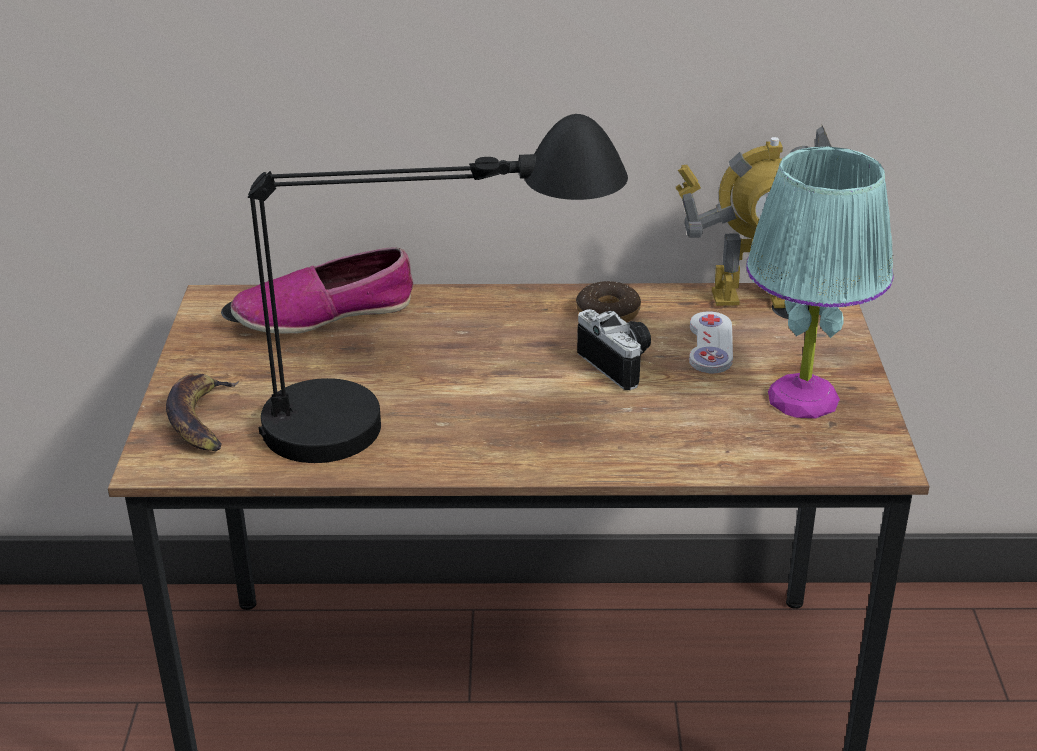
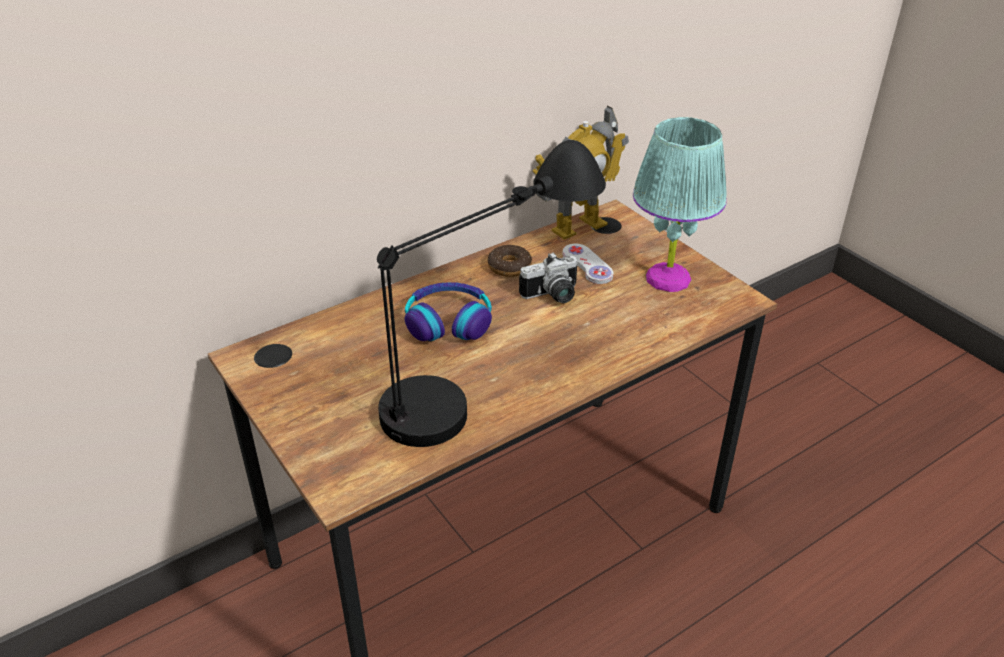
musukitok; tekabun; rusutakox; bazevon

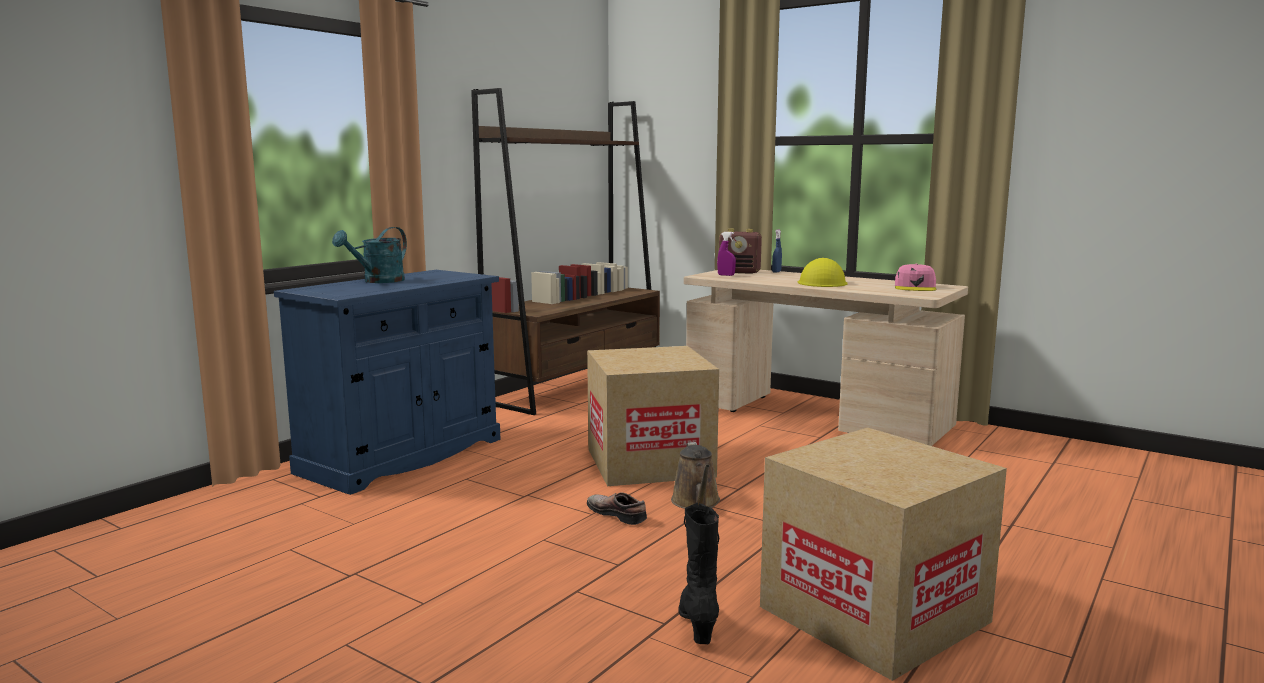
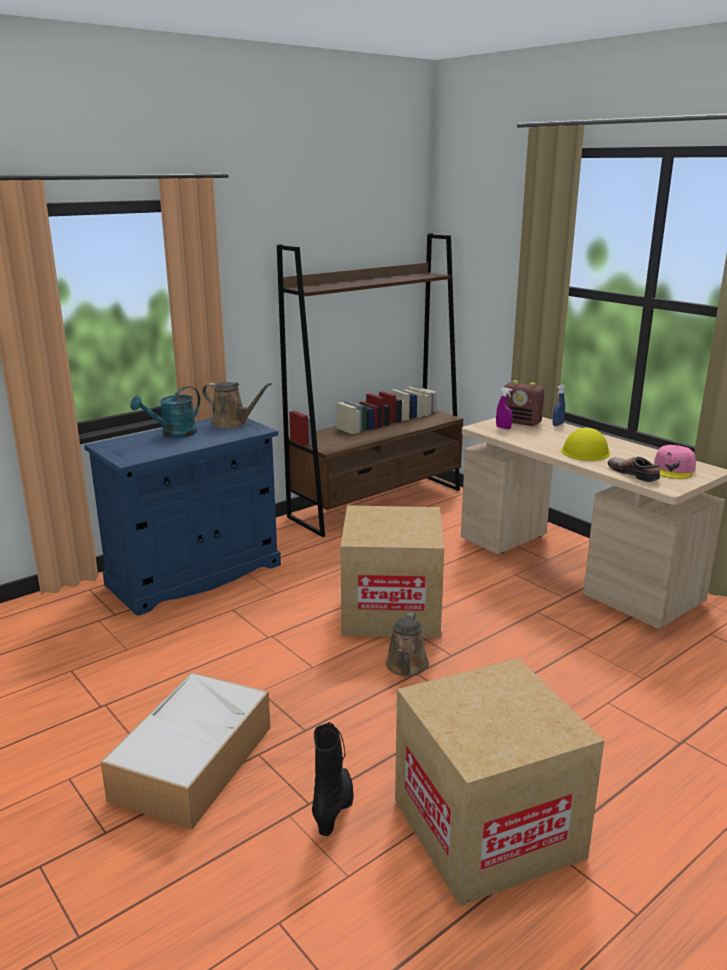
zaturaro; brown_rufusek (no. 1 from left); tekabun

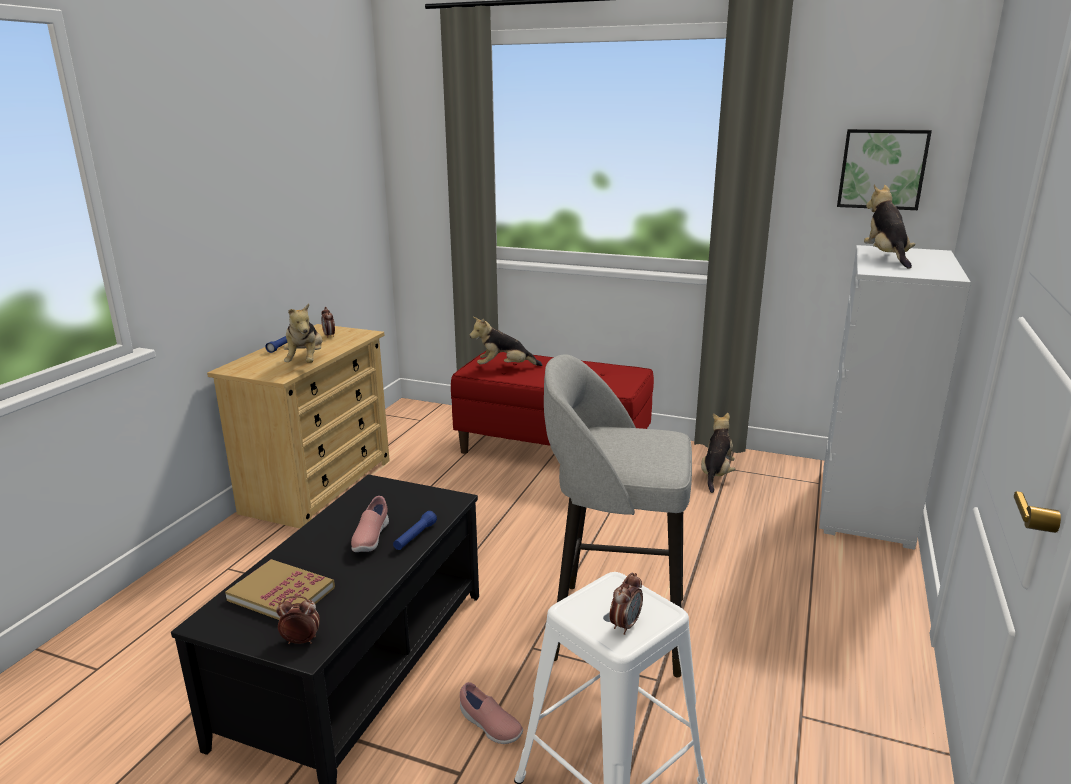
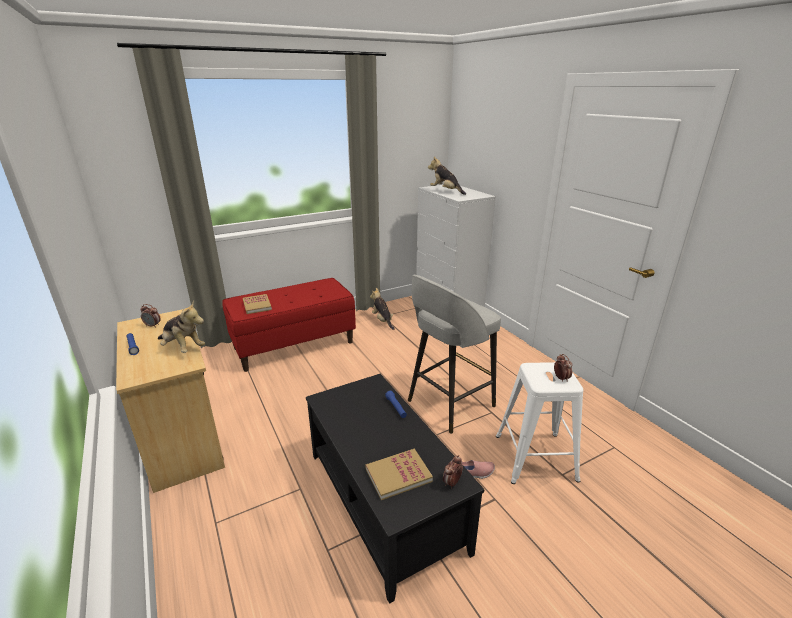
pink_tekabun (no. 1 from left in the first image); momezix; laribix (no. 1 from left)

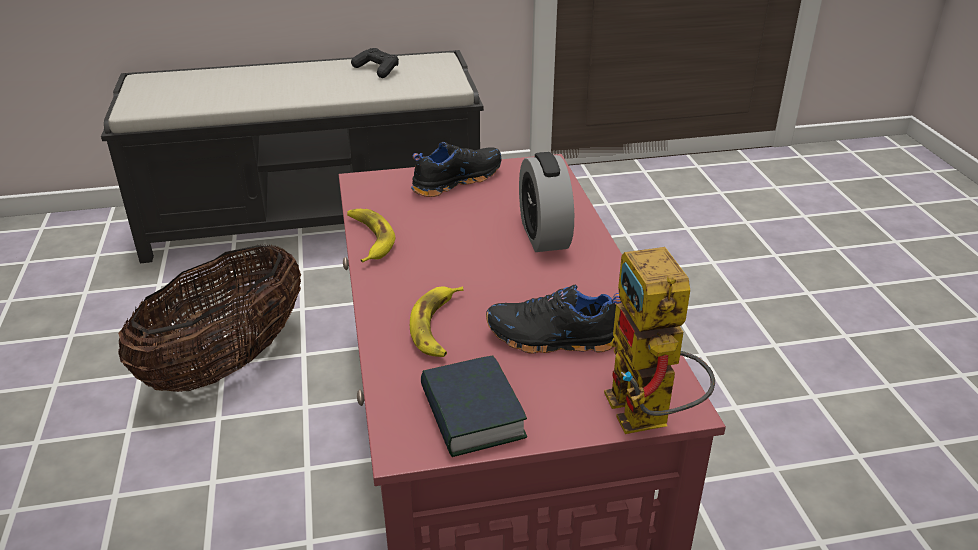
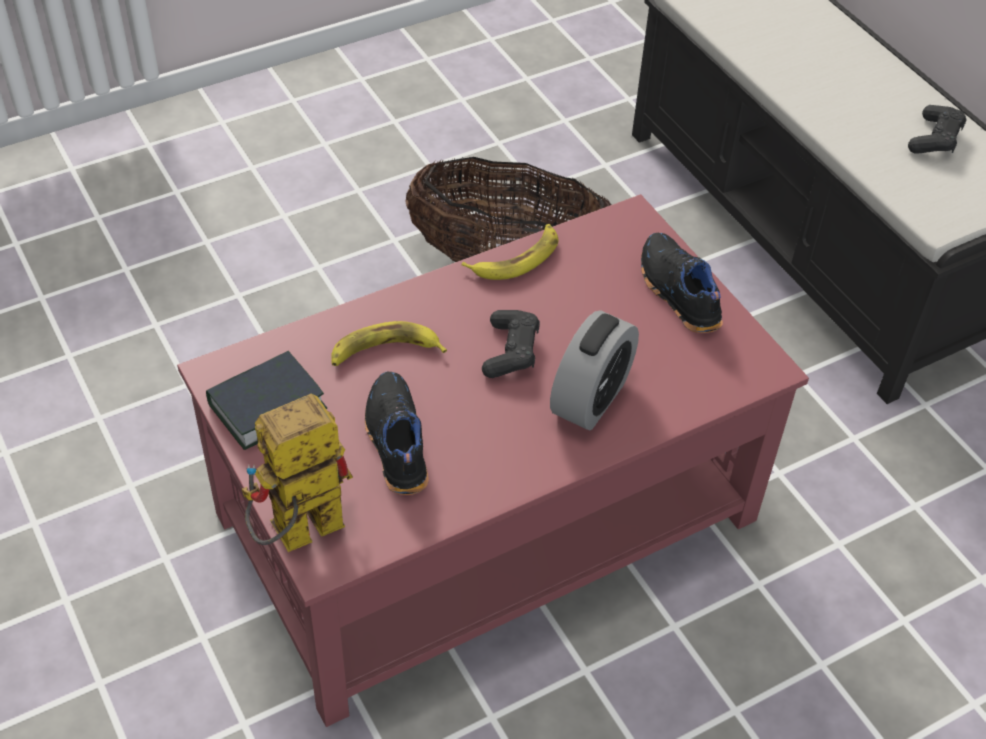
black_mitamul (no. 1 from left); black_tekabun (no. 2 from left); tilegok

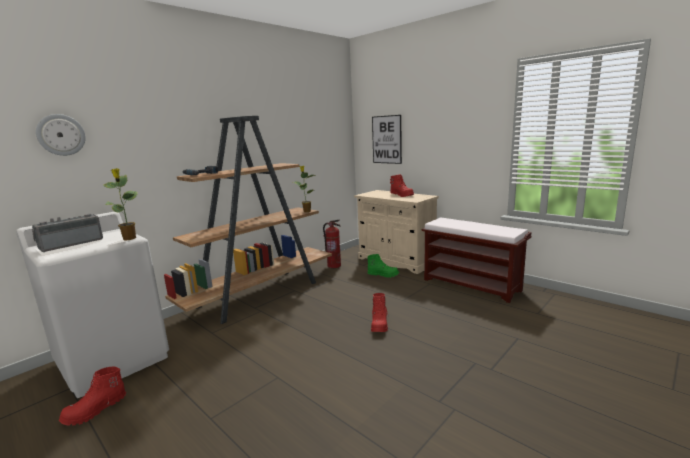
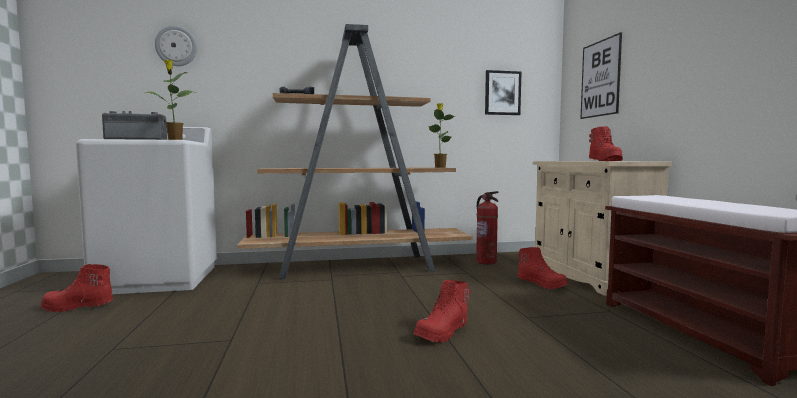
momezix (no. 1 from left); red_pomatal (no. 3 from left)

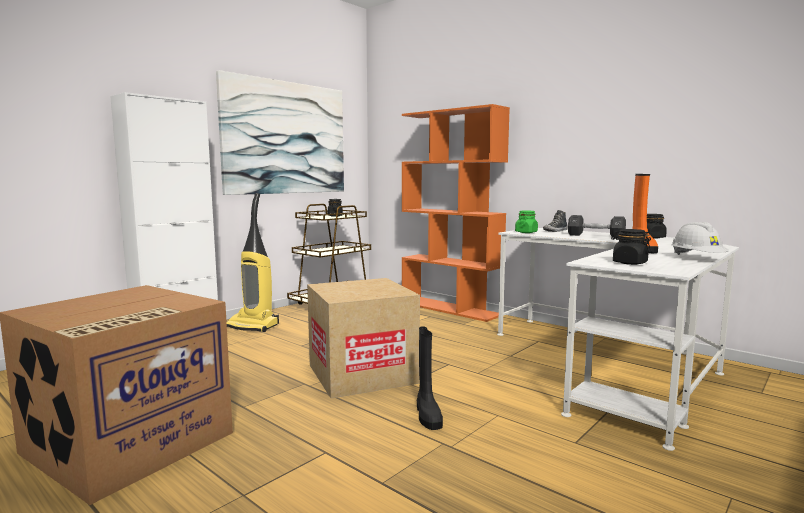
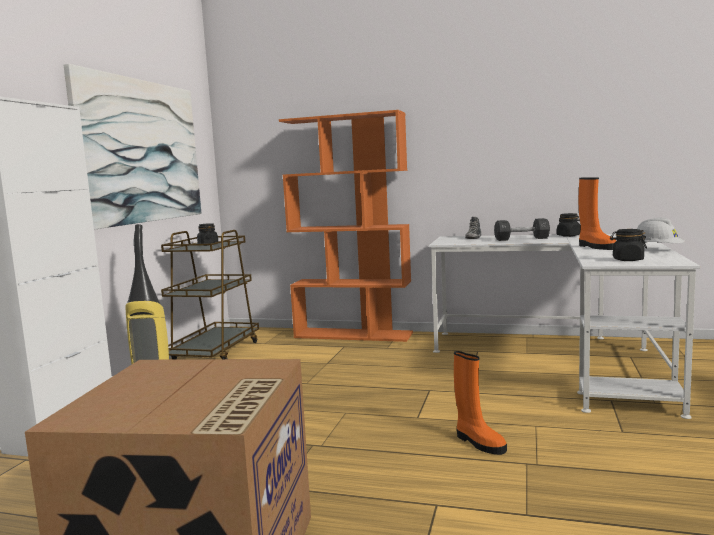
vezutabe (no. 2 from left in the first image); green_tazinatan; orange_pomatal (no. 1 from left)

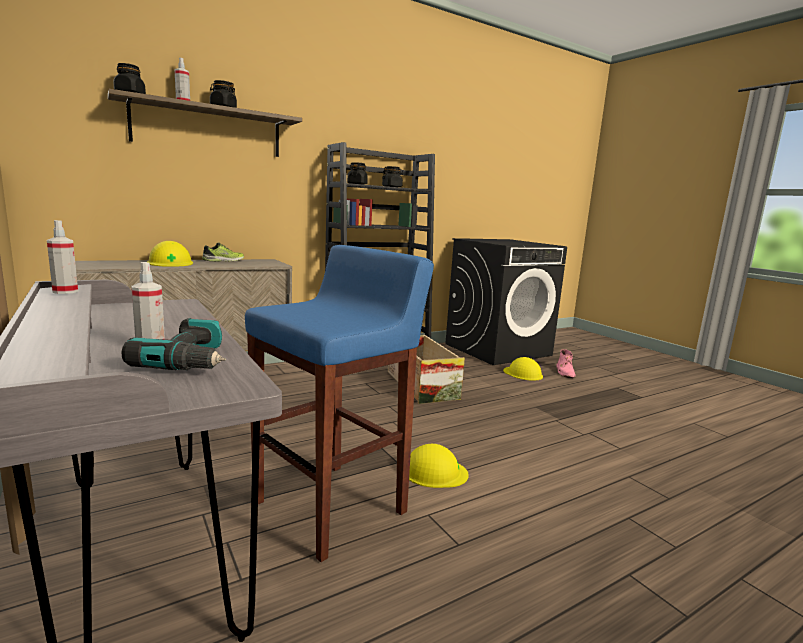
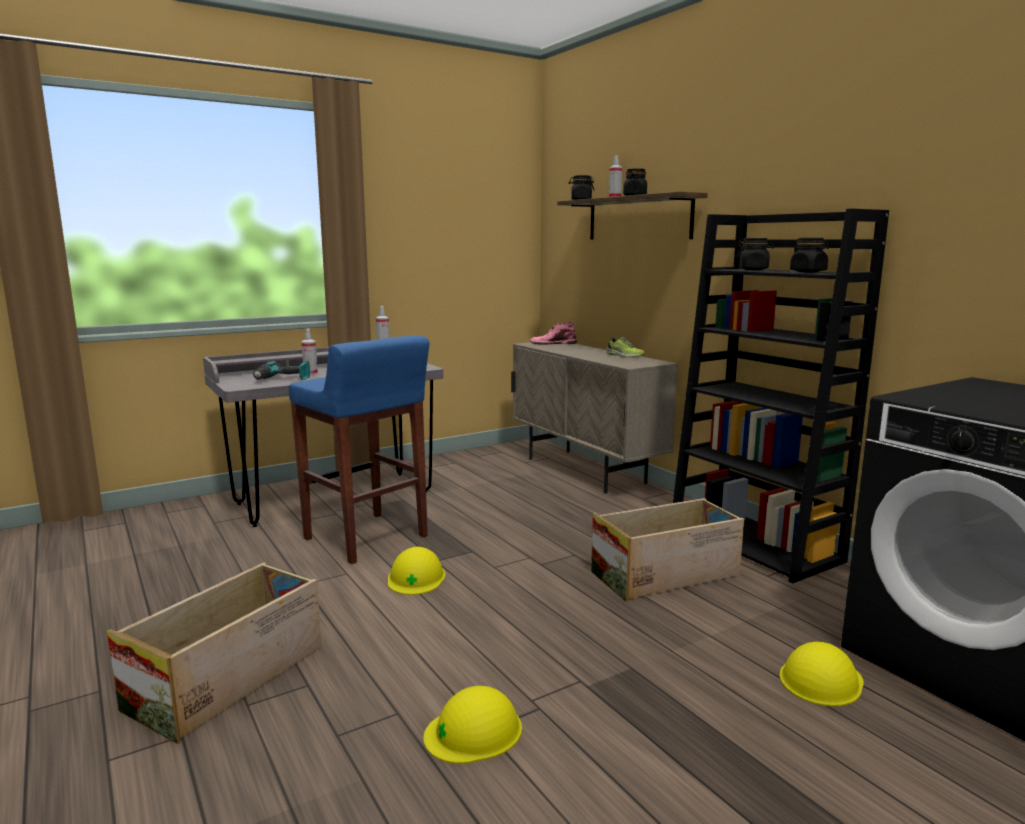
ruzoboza (no. 1 from left); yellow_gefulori (no. 2 from left); pink_pomatal

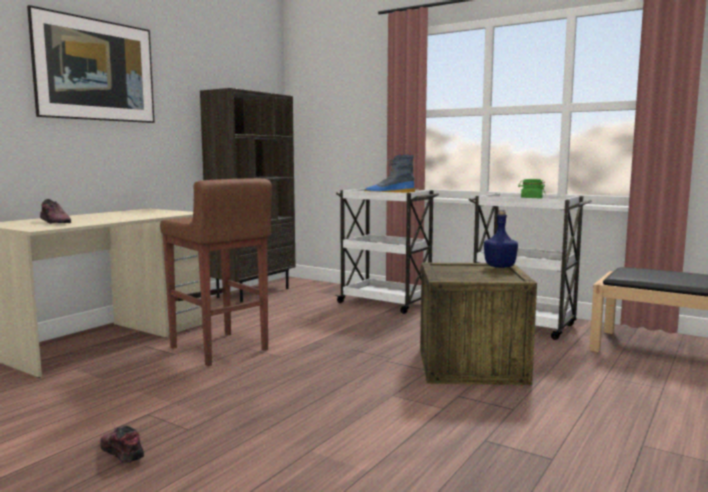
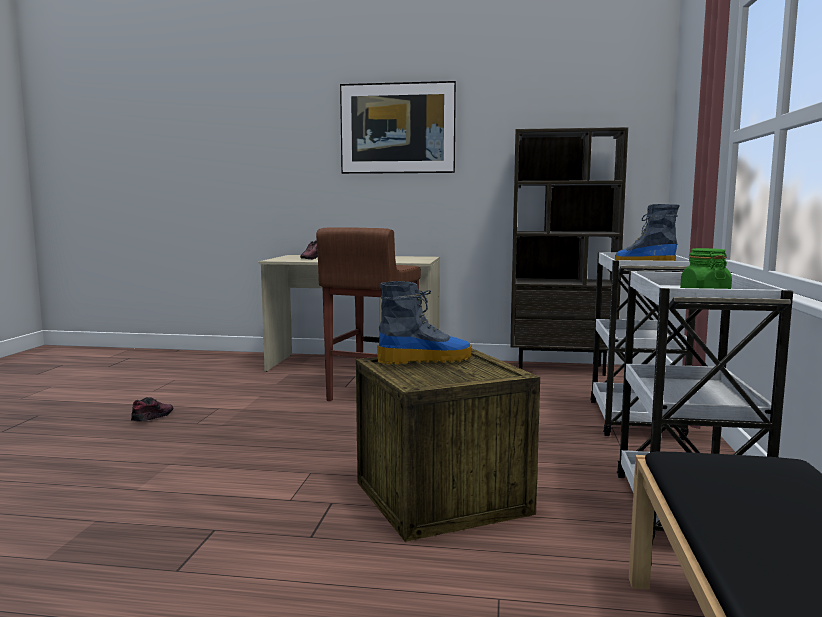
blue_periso; pomatal (no. 1 from left)

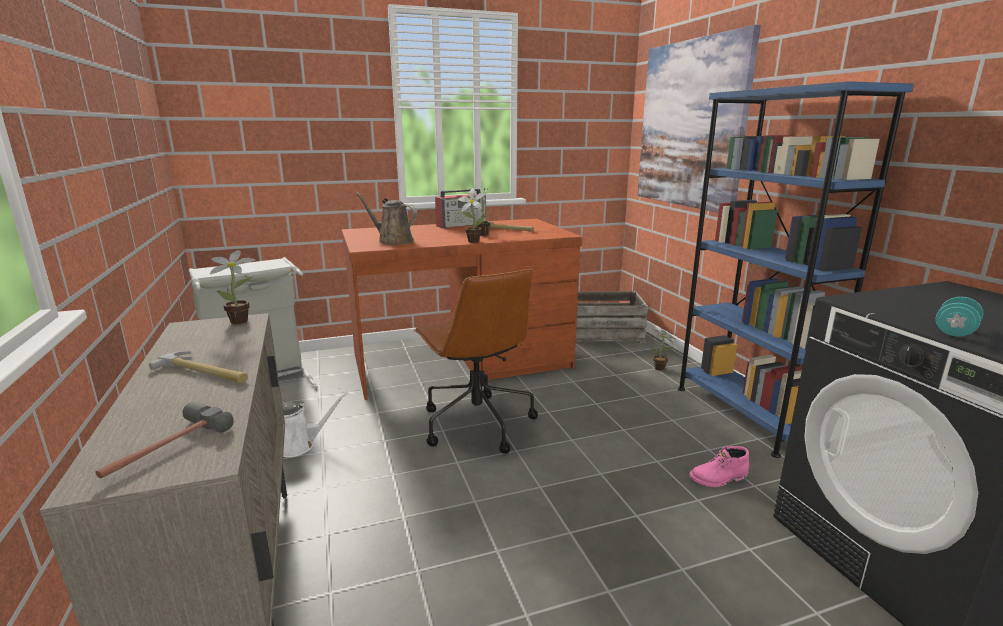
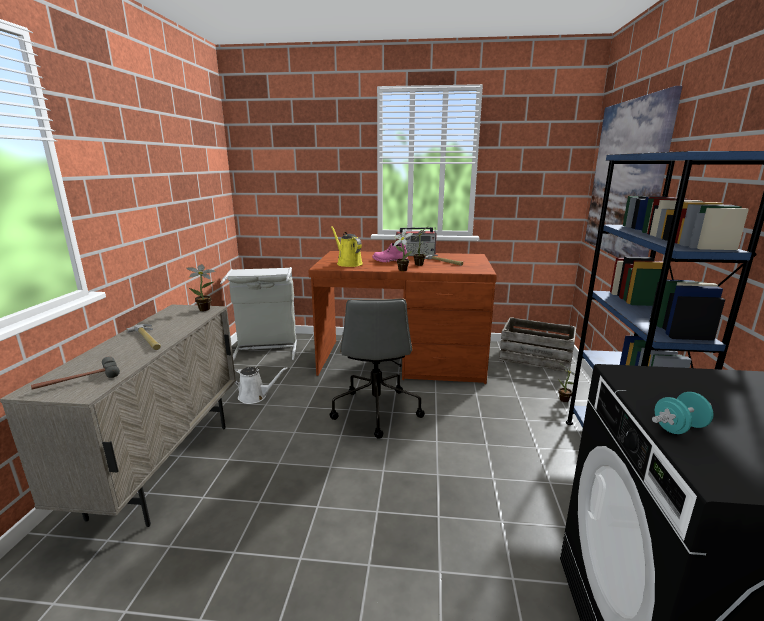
pink_pomatal; yellow_rufusek; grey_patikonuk

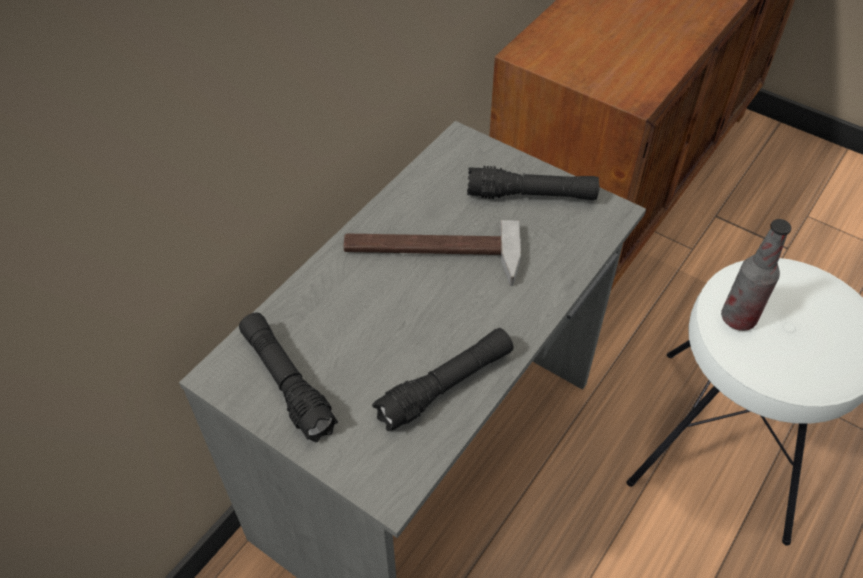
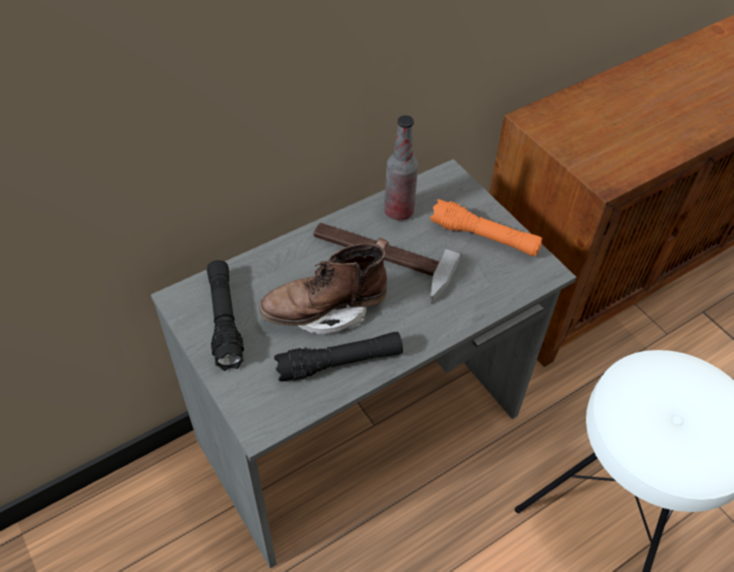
brown_pomatal; periso; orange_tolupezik

